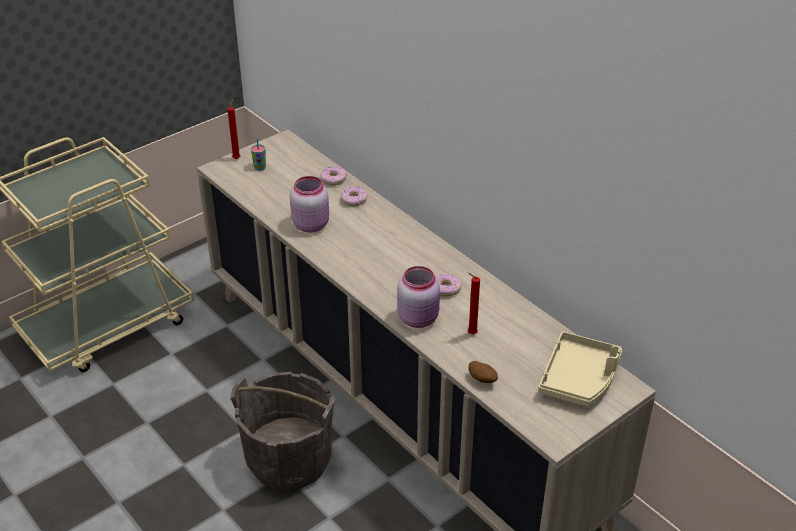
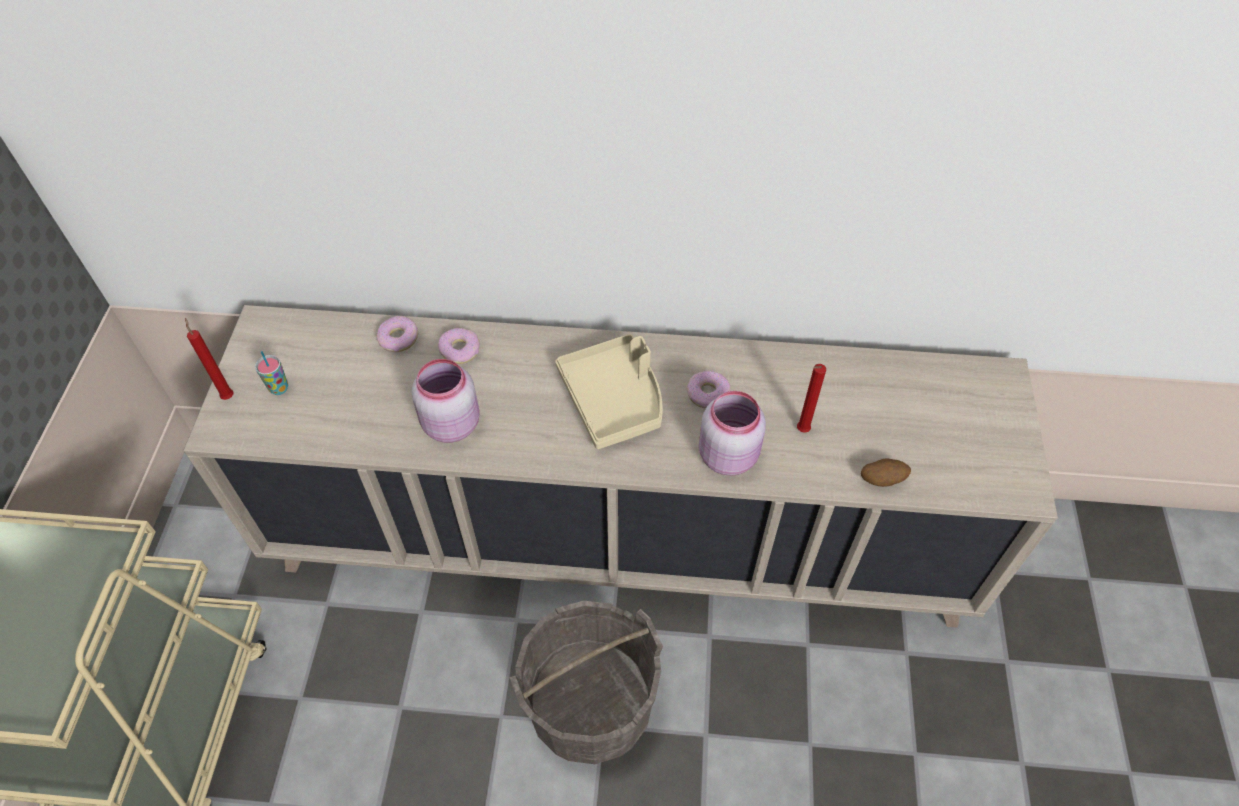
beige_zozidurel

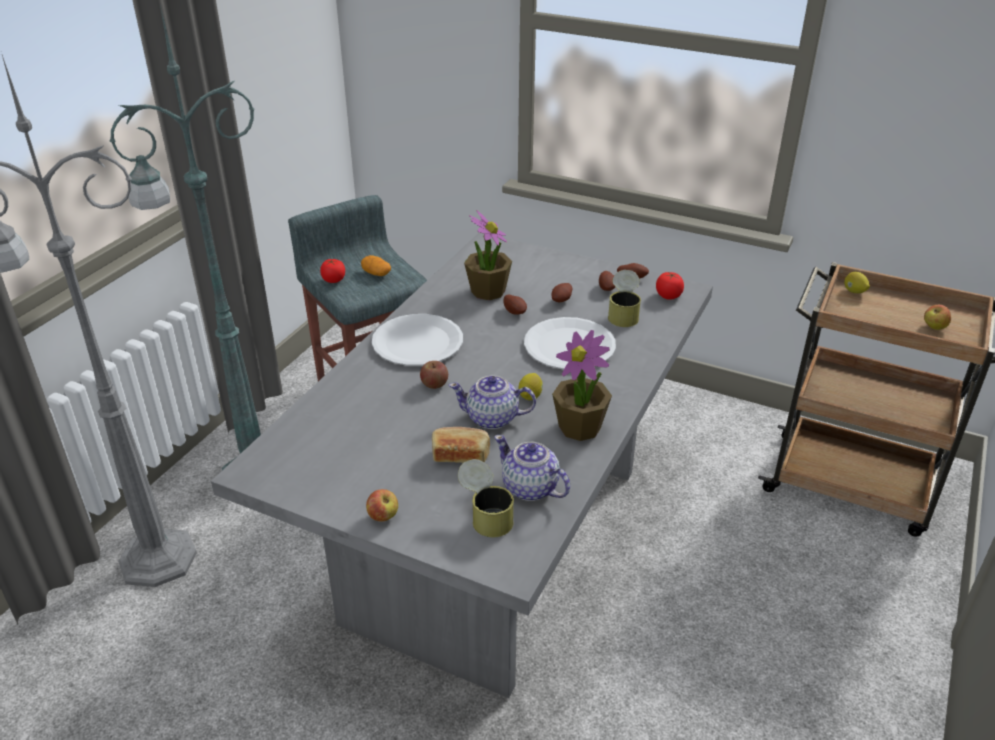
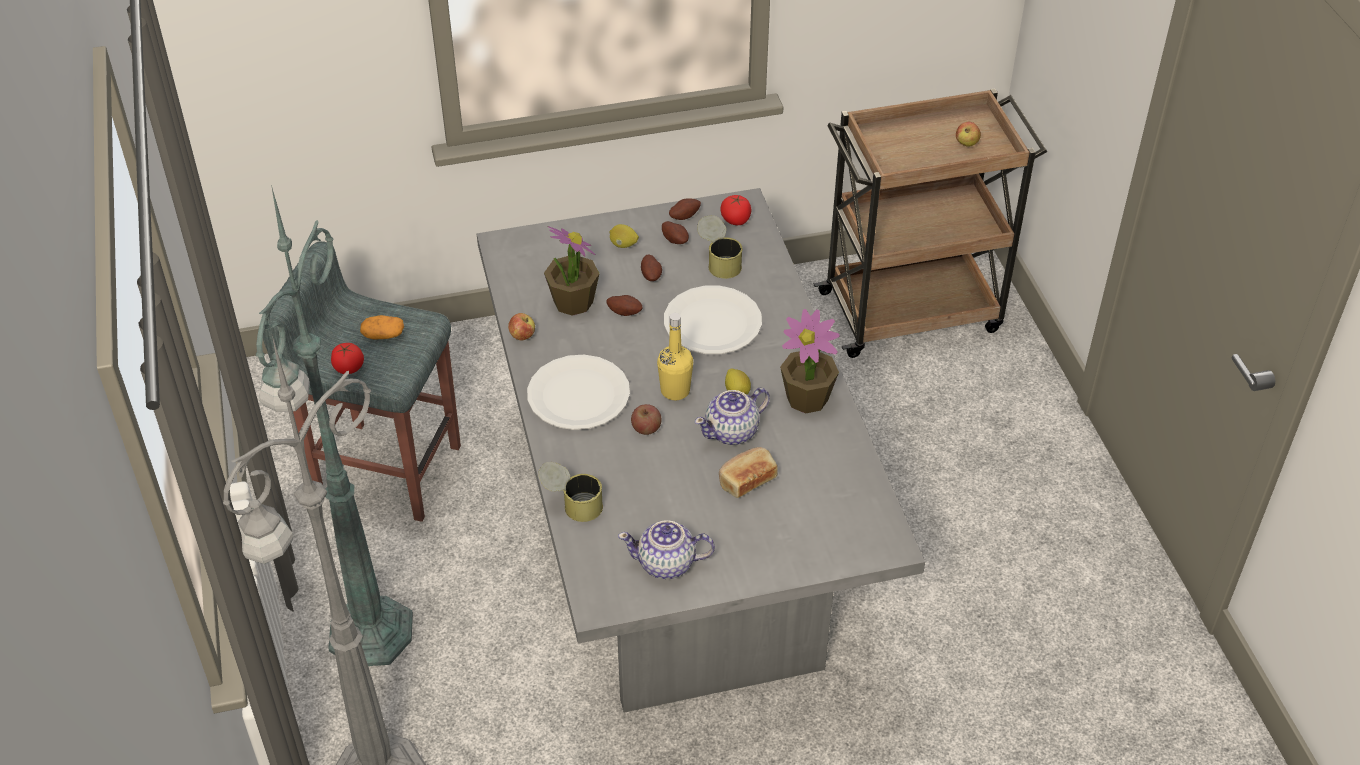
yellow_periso; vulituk (no. 1 from left); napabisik (no. 1 from left); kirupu (no. 1 from left); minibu (no. 1 from left)

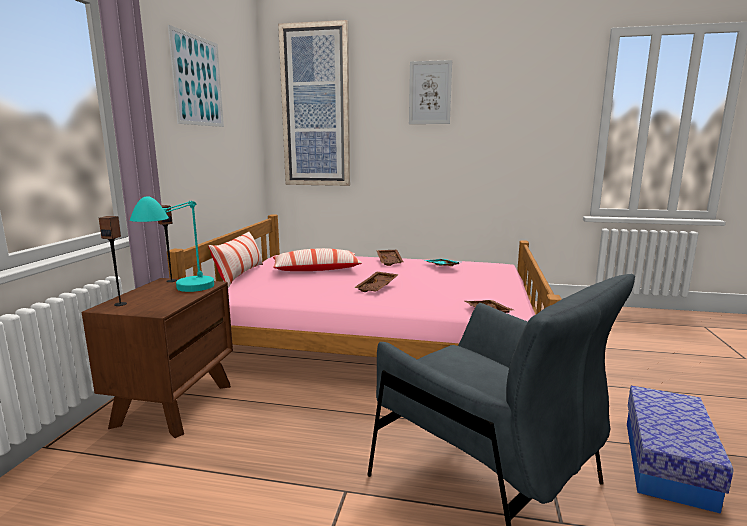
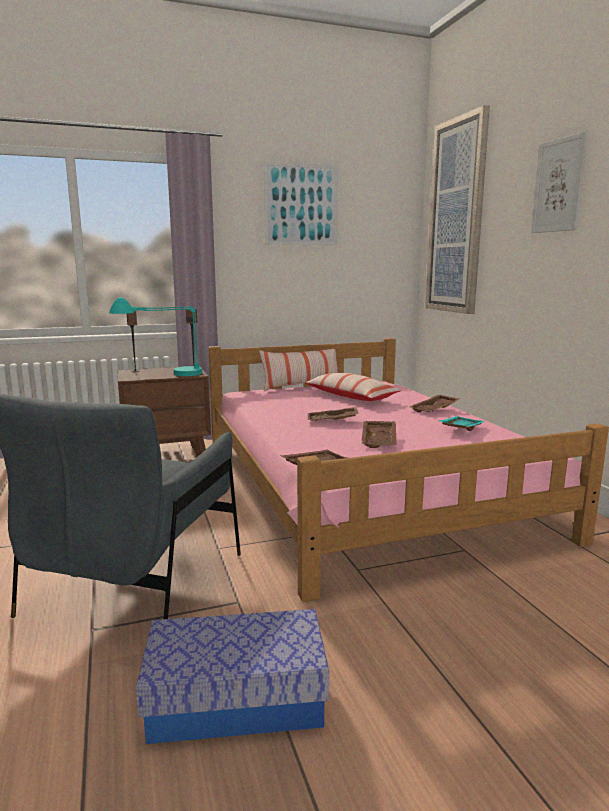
brown_zozidurel (no. 3 from left)

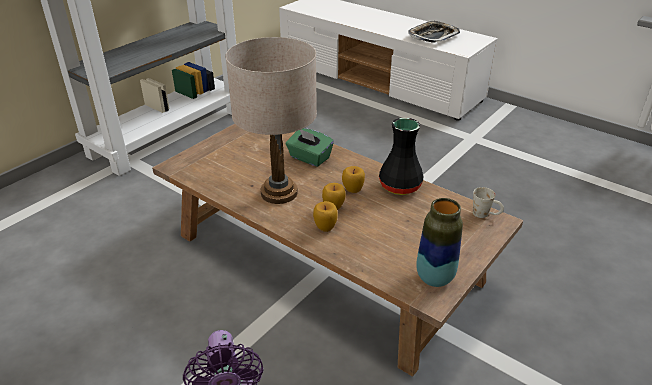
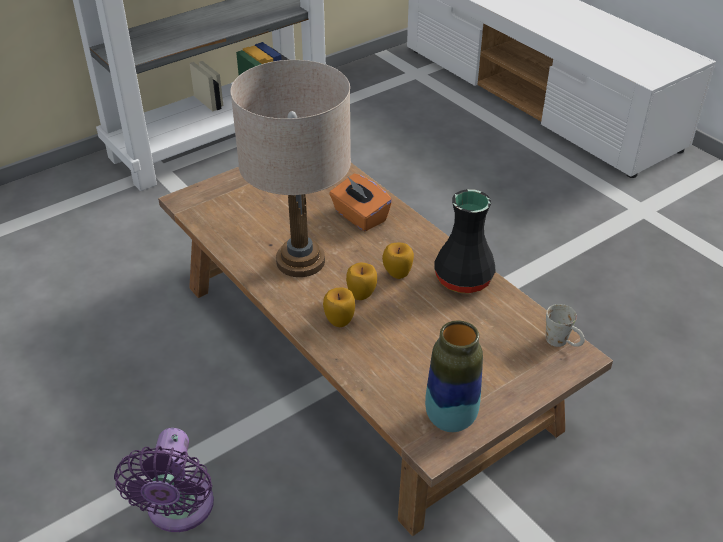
zozidurel; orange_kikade

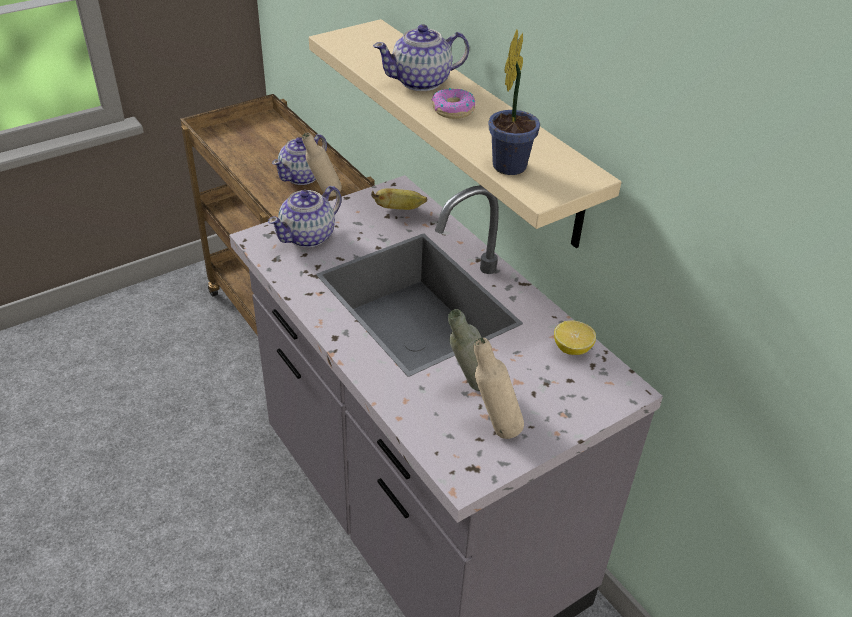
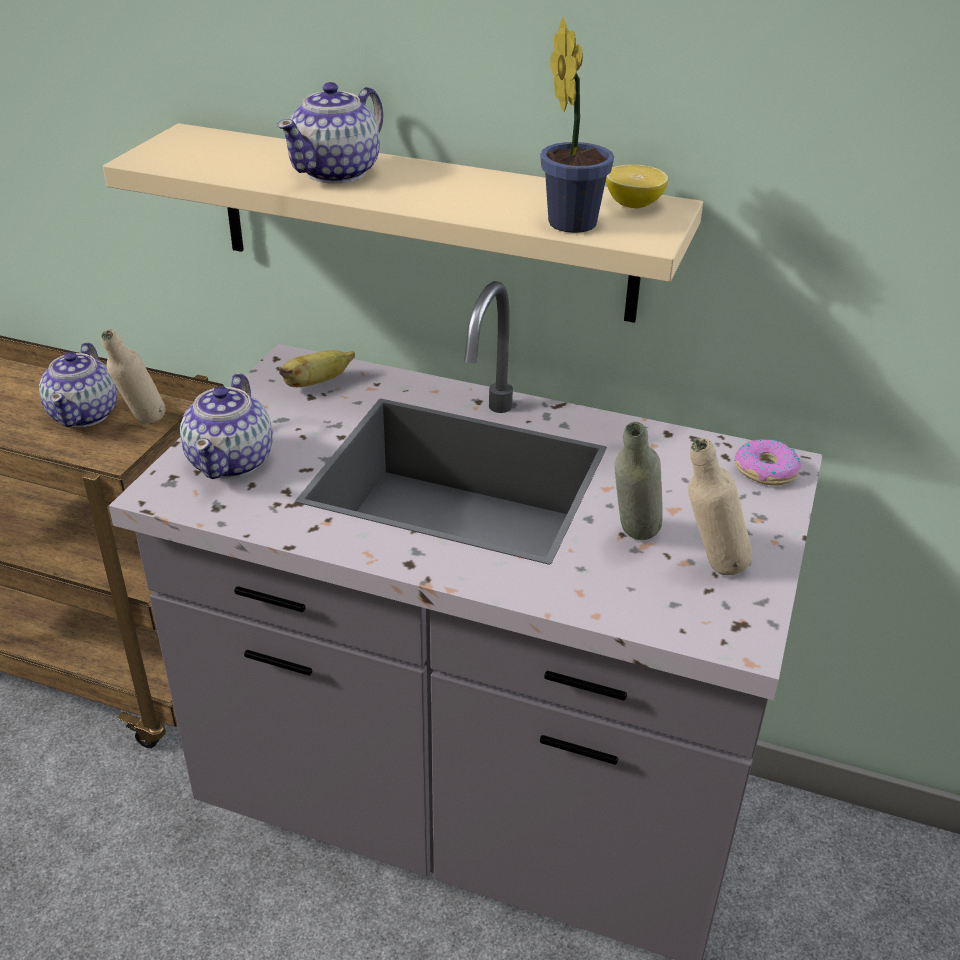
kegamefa; minibu

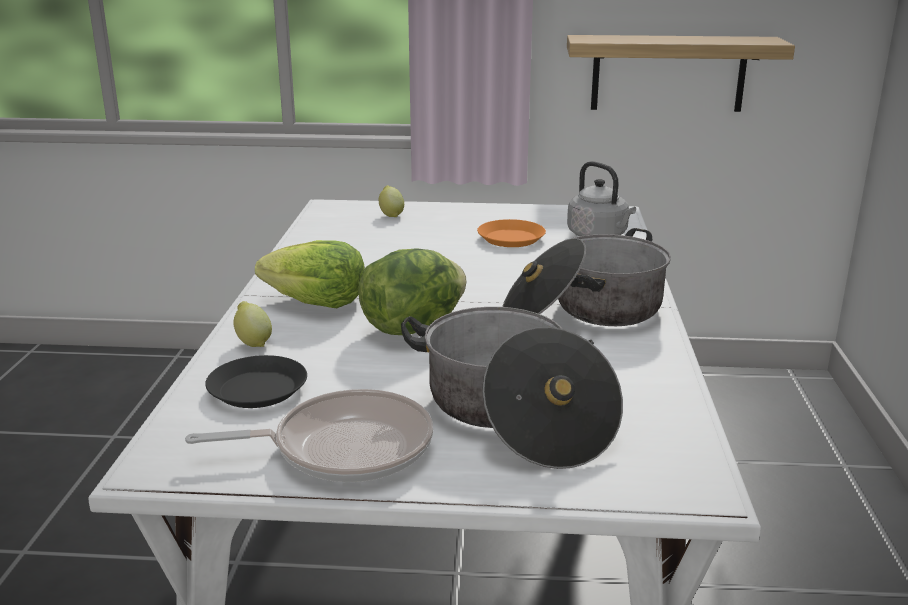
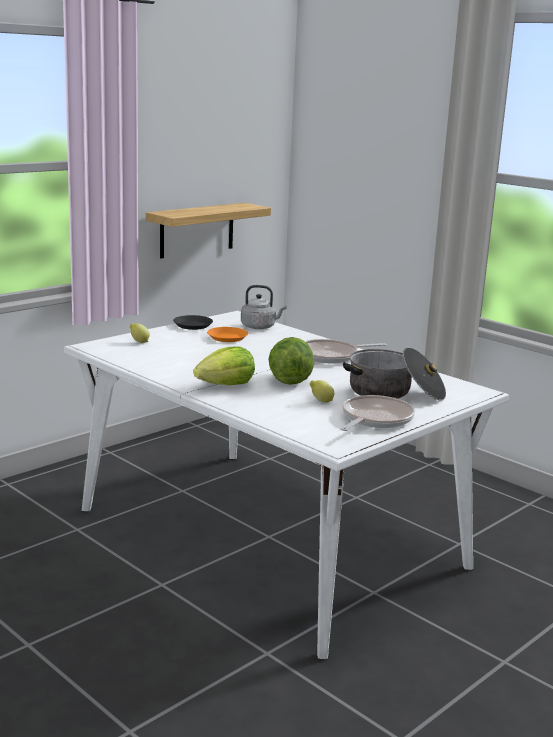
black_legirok; minibu (no. 2 from left); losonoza (no. 1 from left)

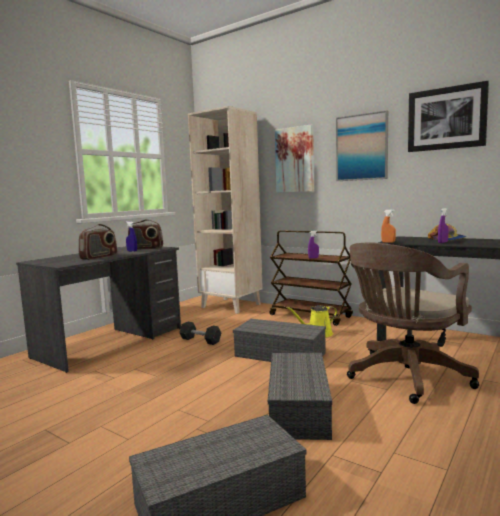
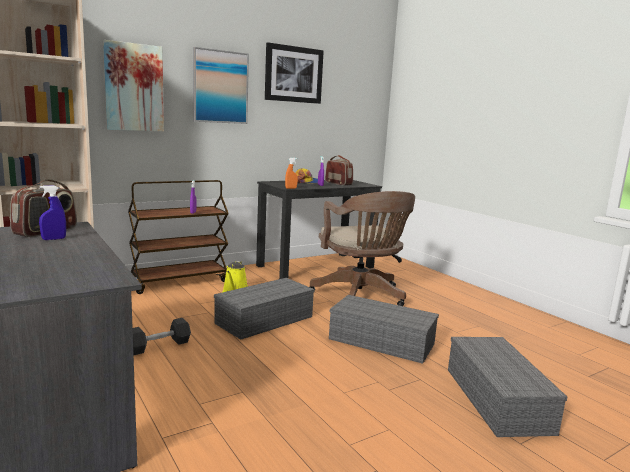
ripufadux (no. 2 from left)

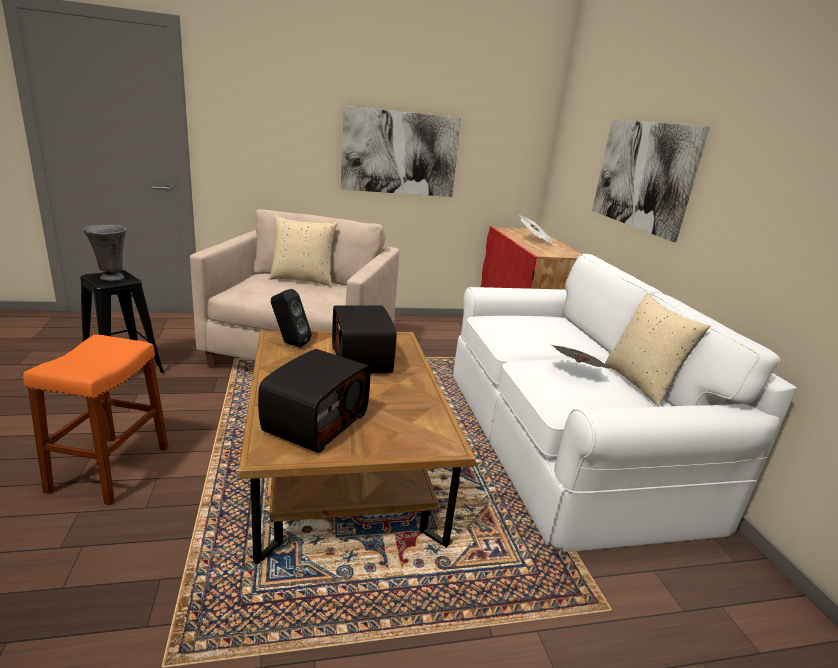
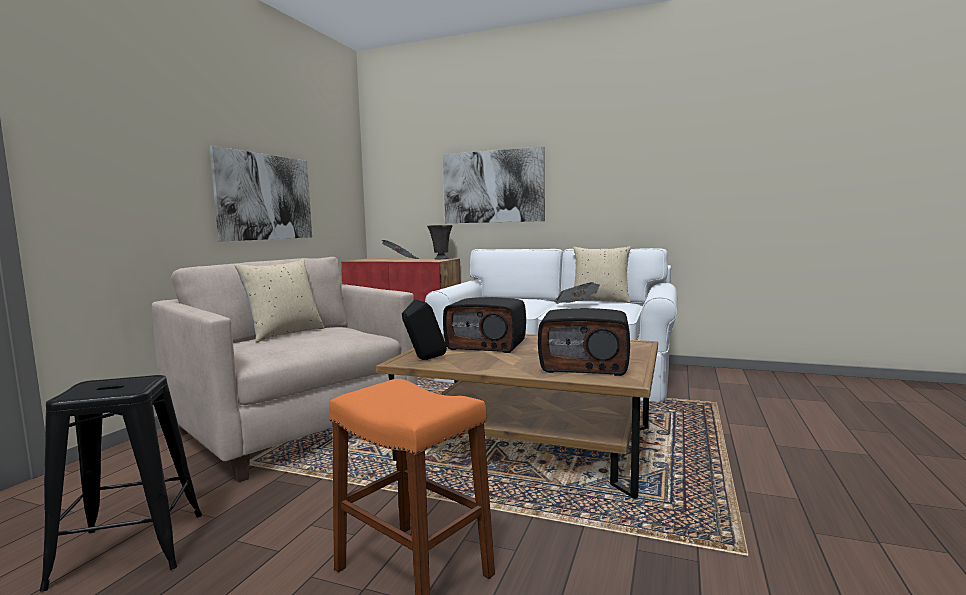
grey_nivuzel; ripufadux (no. 2 from left)

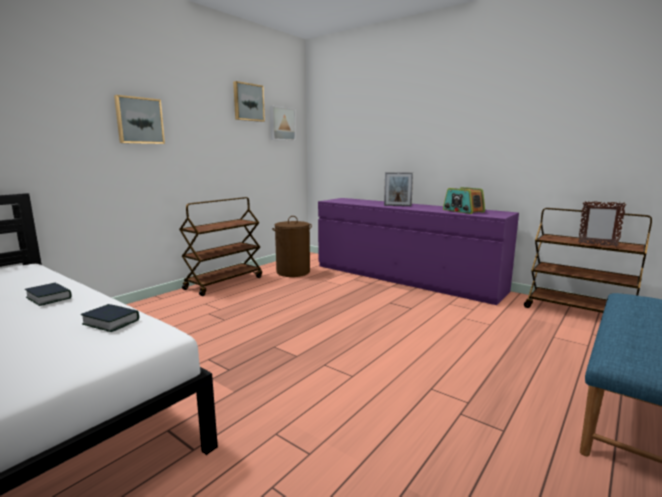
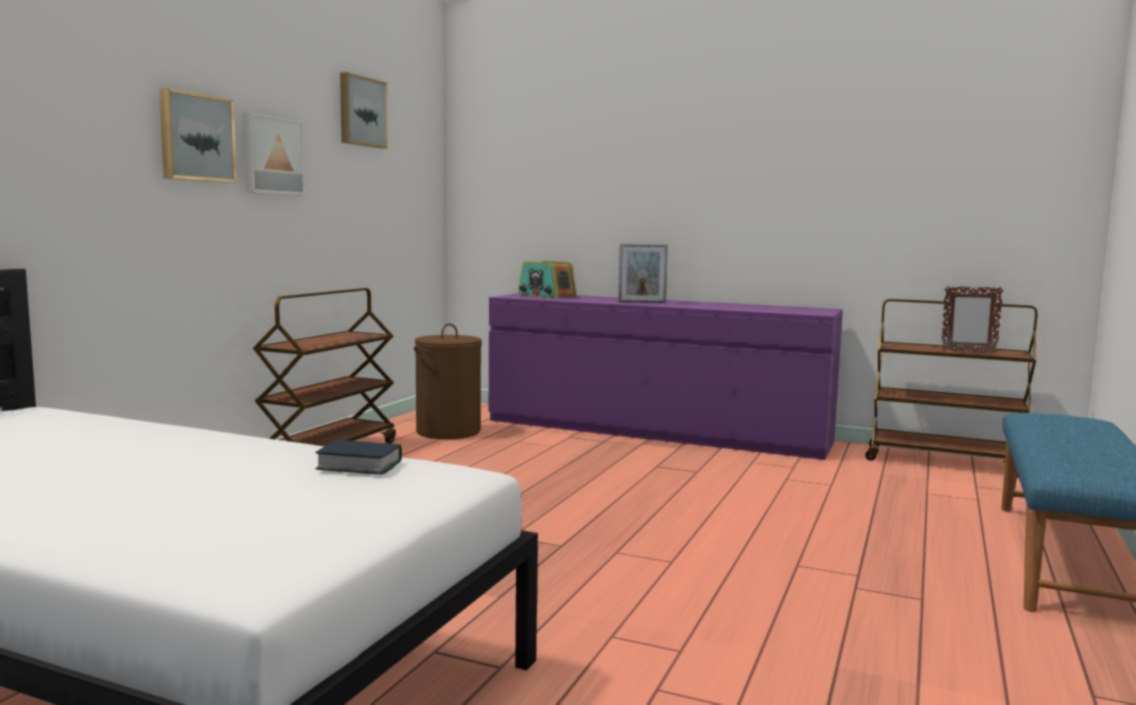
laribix (no. 1 from left in the first image); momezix (no. 2 from left); ripufadux

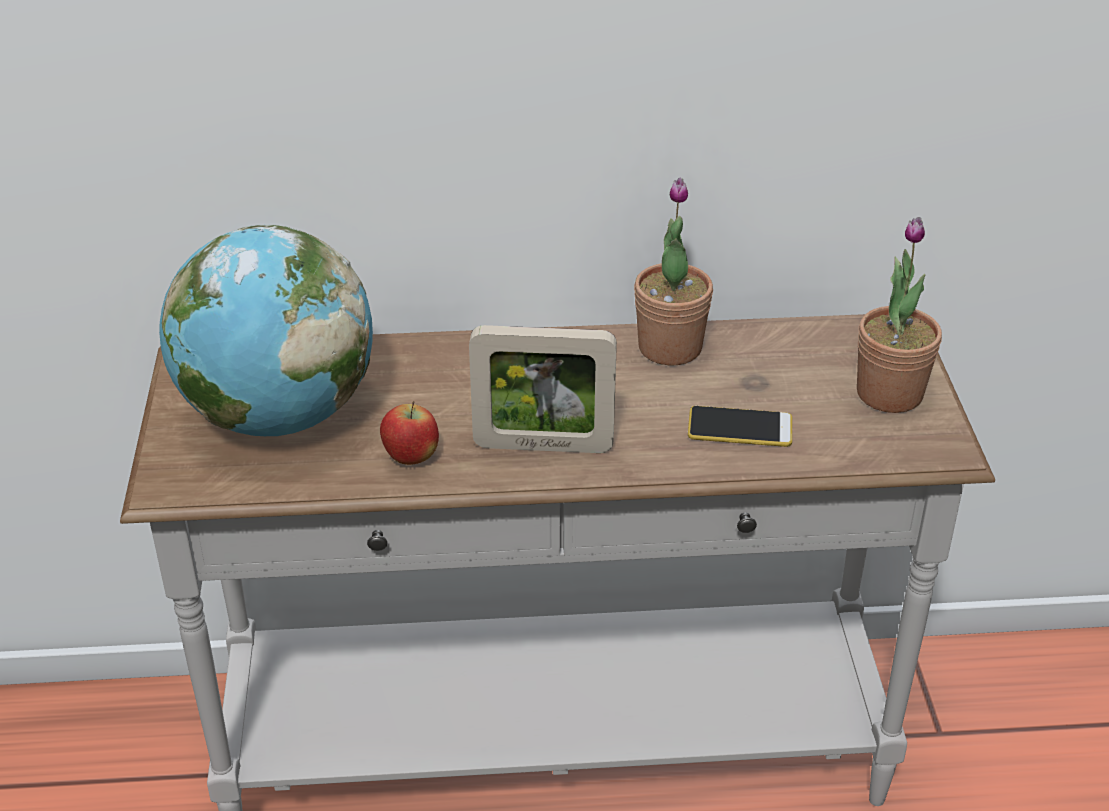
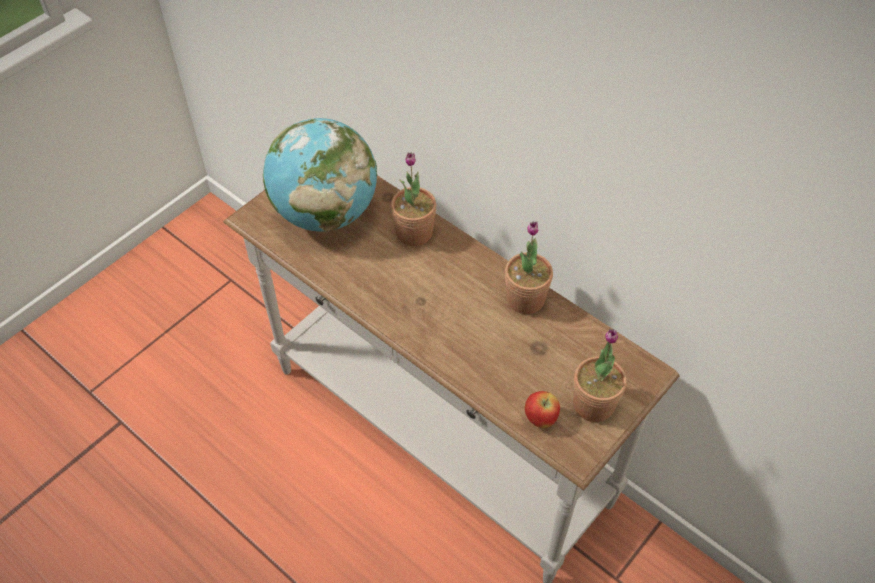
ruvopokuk; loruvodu; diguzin (no. 1 from left); vulituk

